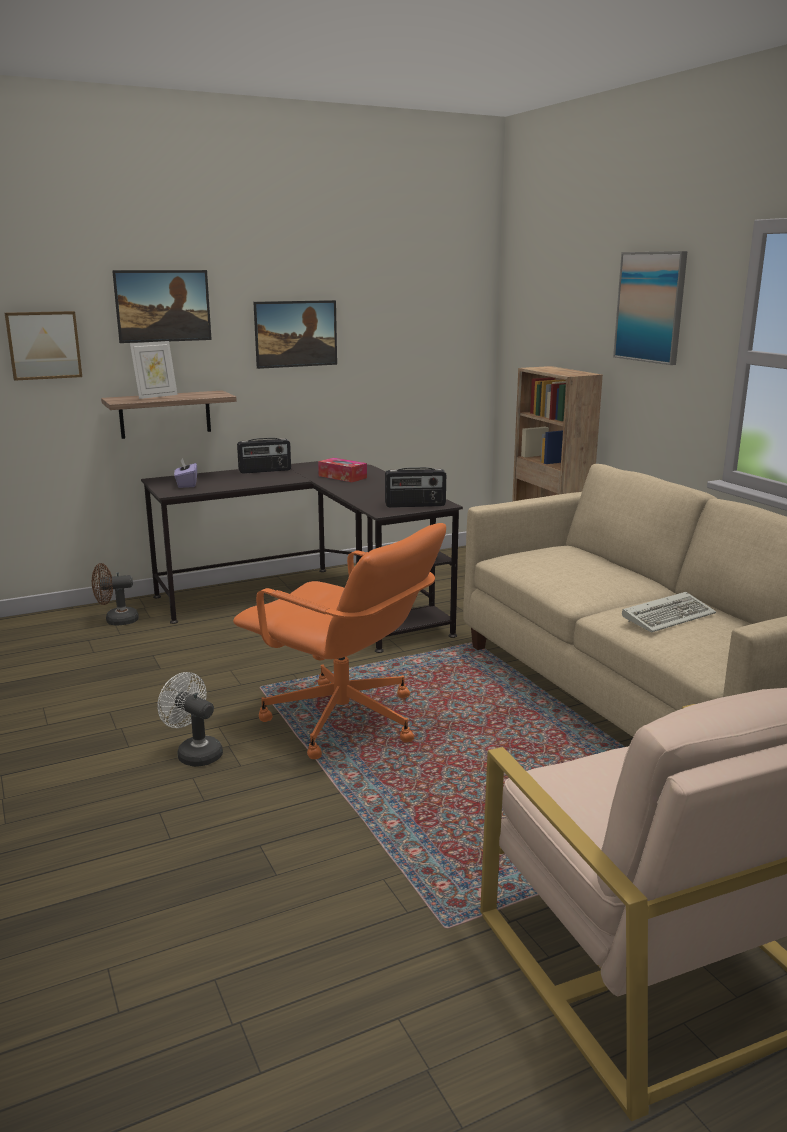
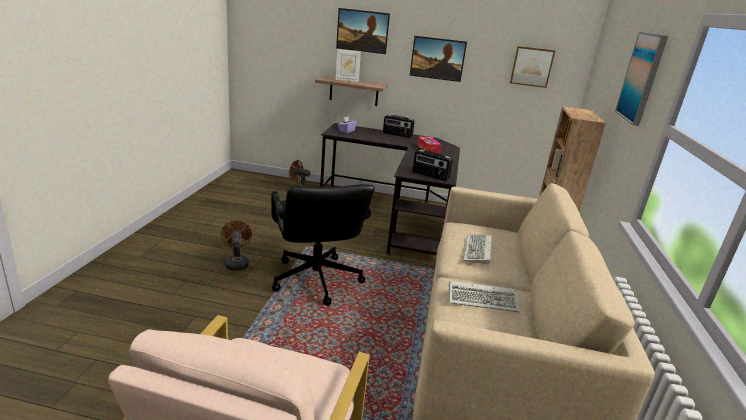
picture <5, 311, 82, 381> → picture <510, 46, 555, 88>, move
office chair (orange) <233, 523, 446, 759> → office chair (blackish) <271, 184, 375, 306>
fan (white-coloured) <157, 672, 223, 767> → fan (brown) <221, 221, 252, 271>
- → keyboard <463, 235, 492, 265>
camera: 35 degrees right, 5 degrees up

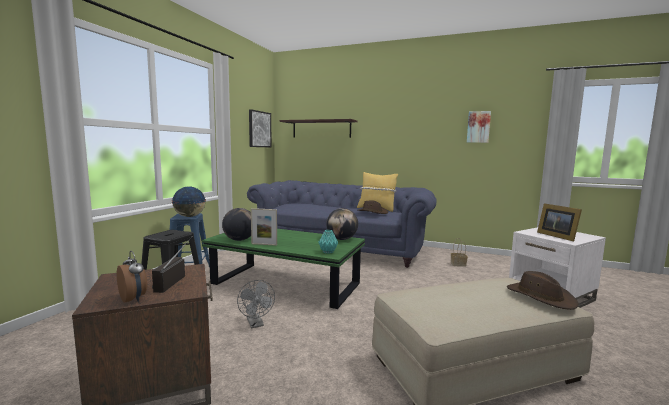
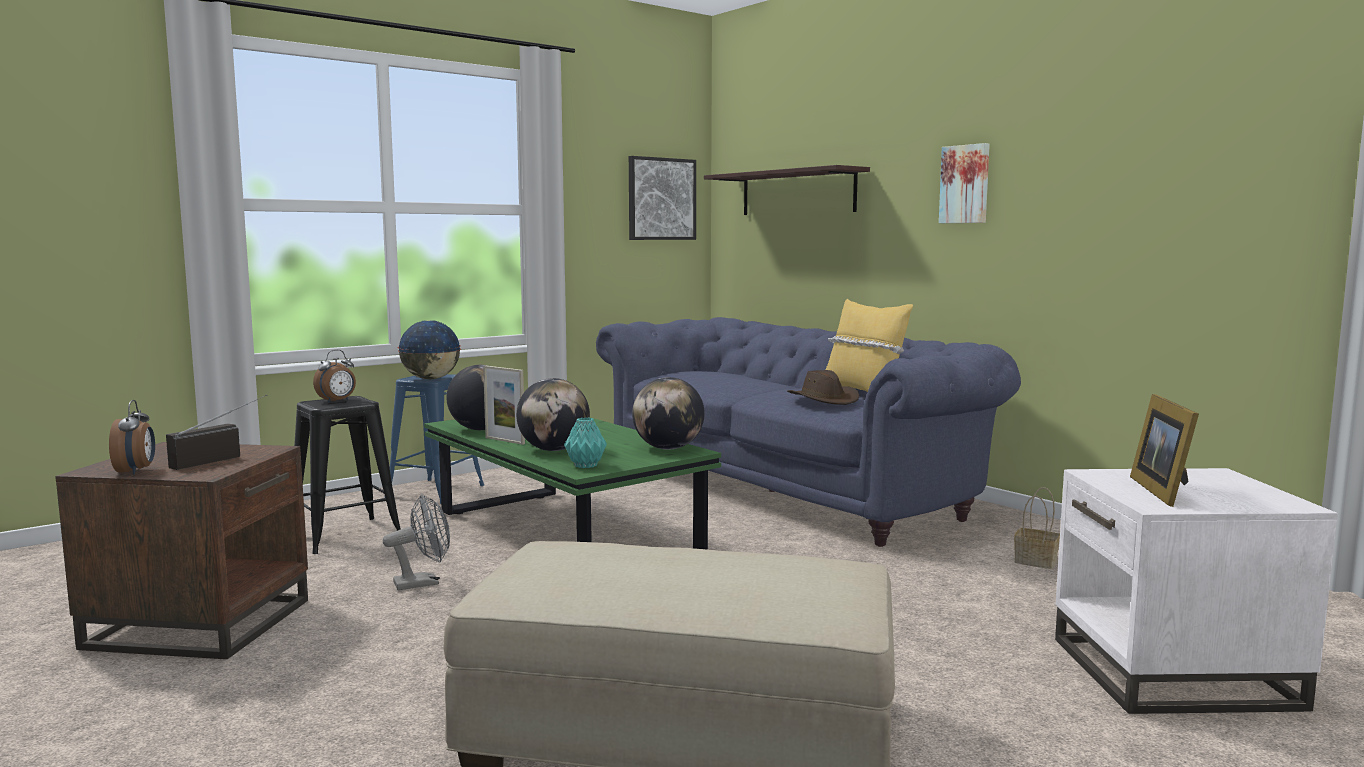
picture <467, 111, 491, 143> → picture <939, 143, 990, 223>, move
clothing hat (brown) <507, 271, 579, 310> → -
fan (gray) <237, 280, 275, 328> → fan (gray) <383, 494, 450, 590>, 120 degrees counterclockwise
- → alarm clock <313, 350, 356, 403>
- → world globe <516, 378, 590, 451>
camera: 30 degrees right, 0 degrees up

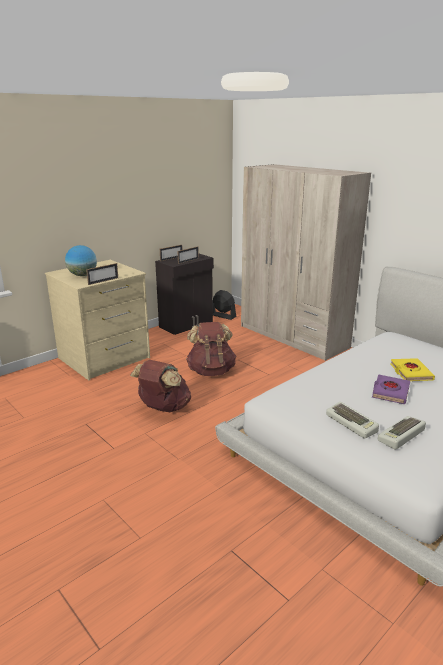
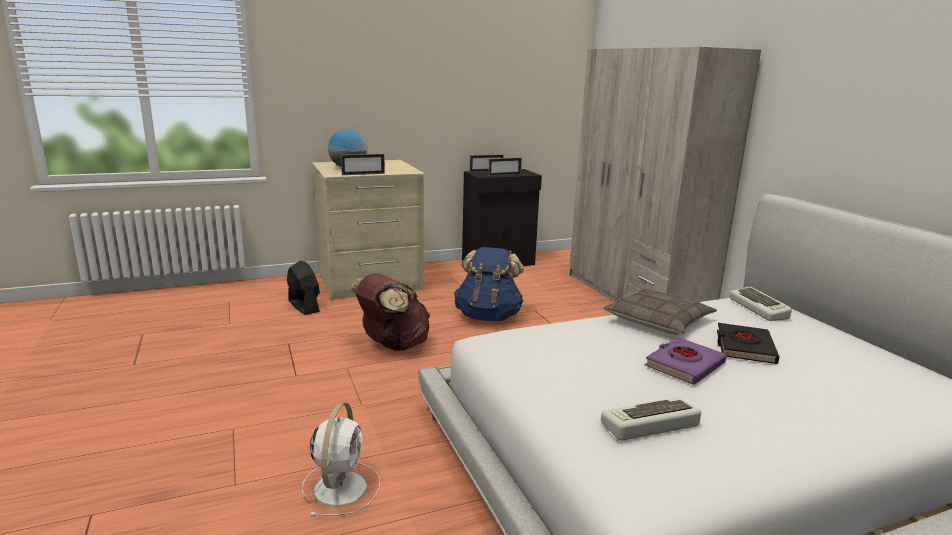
fan (blackish) <213, 290, 236, 320> → fan (blackish) <287, 261, 320, 315>, move
backpack (brown) <186, 322, 236, 376> → backpack (blue-coloured) <454, 247, 524, 321>
volume (yellow) <390, 358, 435, 381> → volume (blackish) <717, 323, 780, 364>
keyboard <326, 402, 379, 439> → keyboard <729, 287, 792, 321>, move
- → pillow <604, 289, 717, 335>
- → fan (white-coloured) <302, 402, 380, 517>
camera: 20 degrees right, 5 degrees down

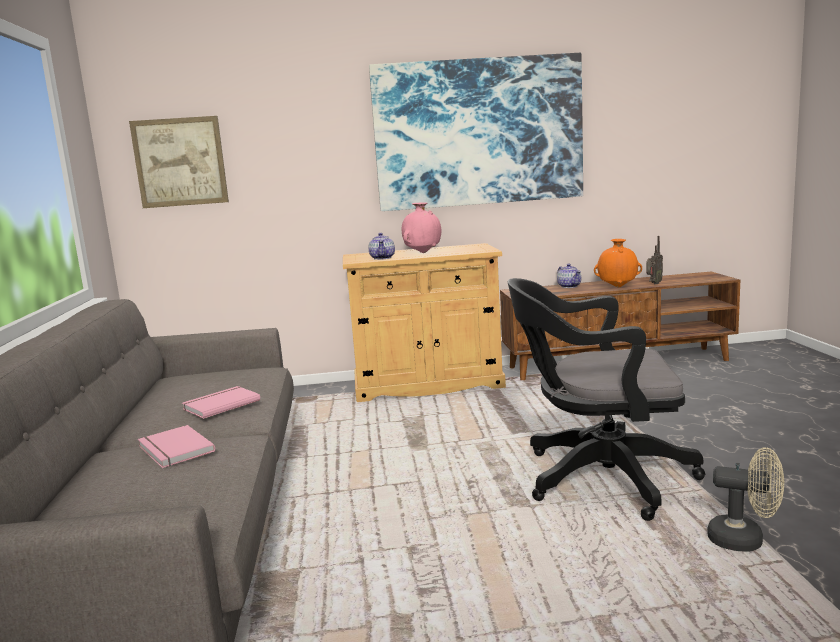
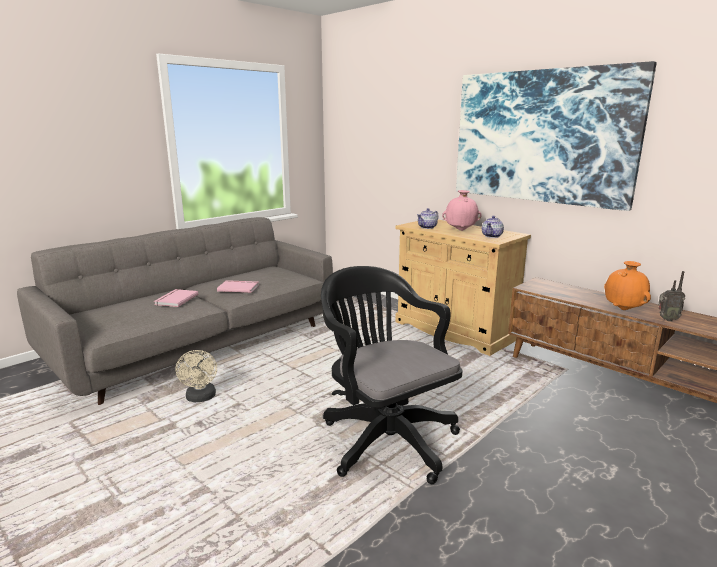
picture <129, 116, 229, 208> → -
tea pot <557, 264, 581, 288> → tea pot <482, 216, 504, 238>, move
fan (beige-coloured) <707, 447, 784, 551> → fan (beige-coloured) <176, 350, 217, 402>, move
camera: 50 degrees right, 5 degrees up

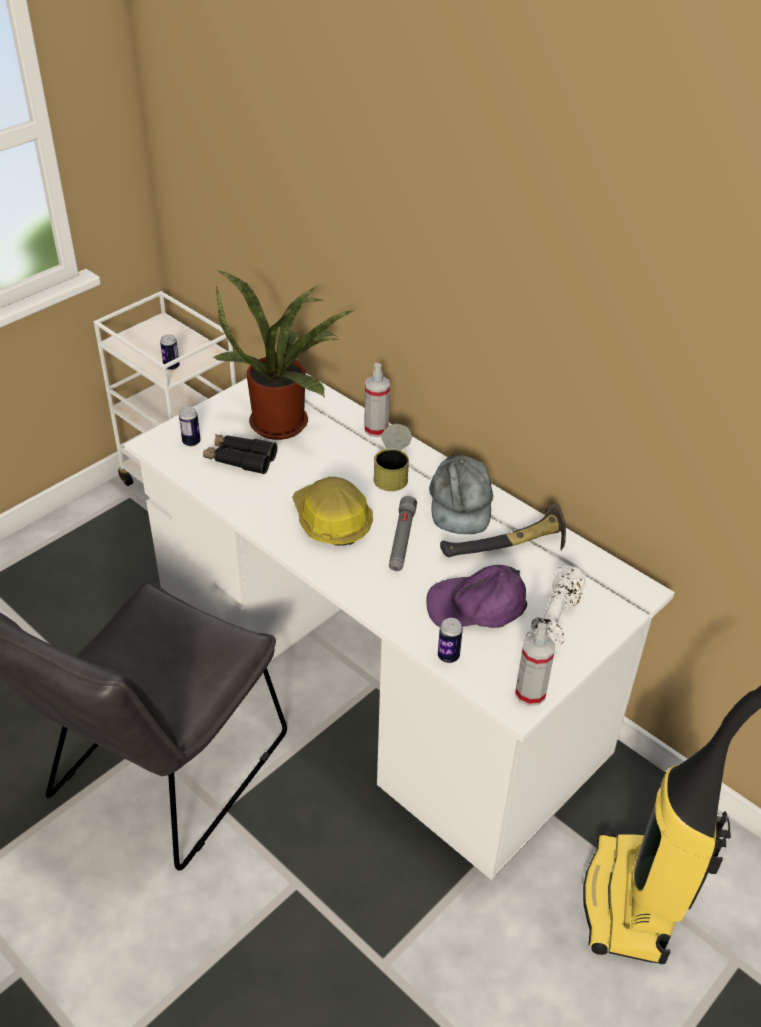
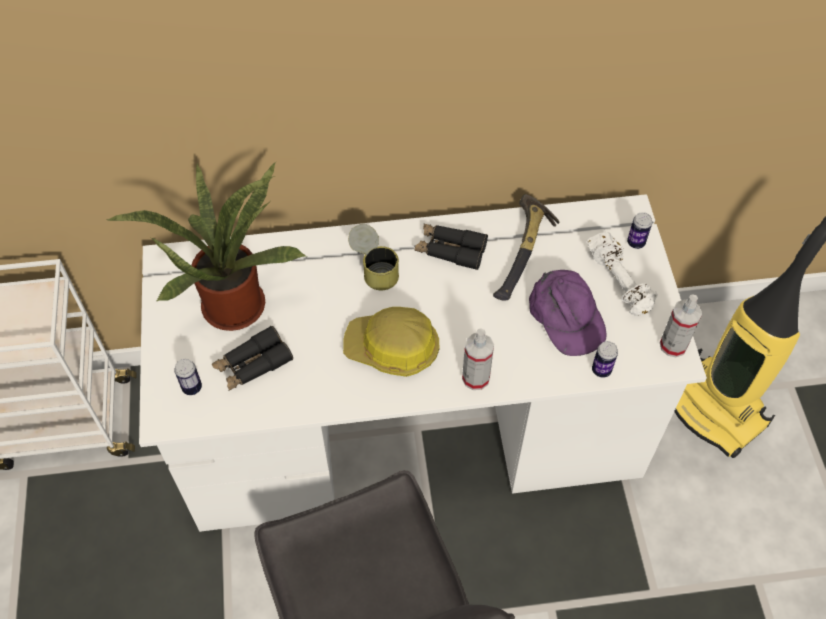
can <160, 334, 180, 370> → can <627, 212, 652, 249>, move
hand sprayer <364, 363, 390, 437> → hand sprayer <462, 329, 494, 390>, move
baseball cap (gray) <429, 454, 493, 534> → field glasses (blackish) <415, 223, 488, 270>
hand torch (gray) <389, 496, 417, 571> → -
baseball cap (purple) <426, 565, 527, 628> → baseball cap (purple) <529, 270, 607, 356>, 60 degrees counterclockwise
camera: 50 degrees left, 15 degrees up

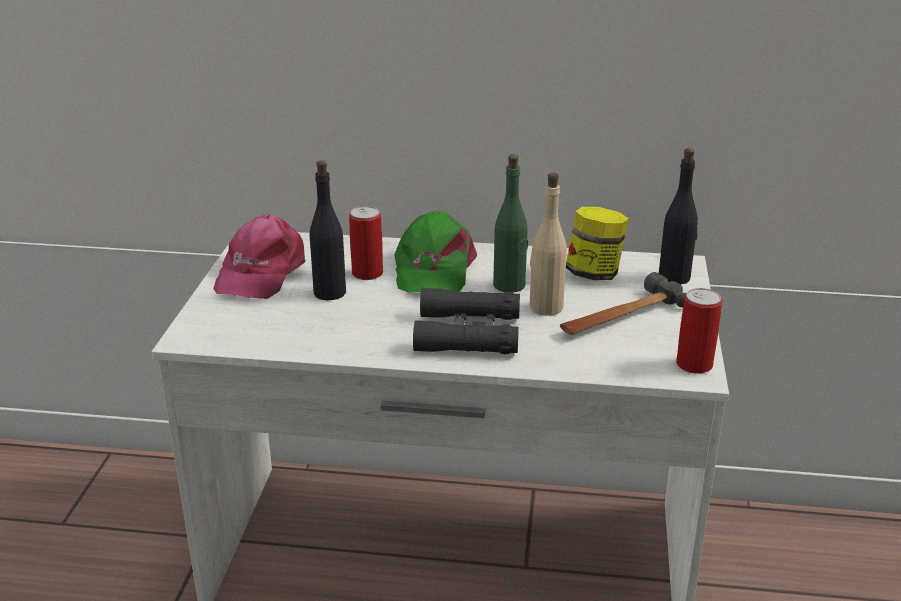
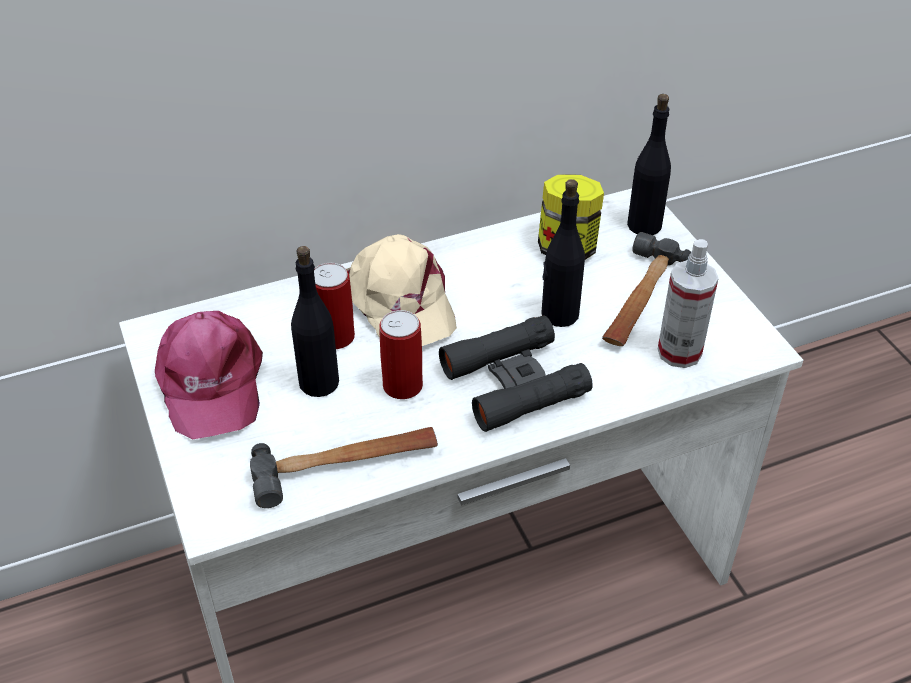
drink bottle (greenish) <493, 154, 528, 293> → -
drink bottle (beige-coloured) <530, 173, 567, 316> → drink bottle (blackish) <541, 179, 585, 327>
baseball cap (greenish) <394, 211, 477, 293> → baseball cap (beige-coloured) <346, 234, 457, 346>
can <676, 288, 722, 374> → can <379, 310, 423, 399>, move
- → hand sprayer <658, 239, 719, 368>
- → hand hammer <250, 427, 438, 508>
camera: 30 degrees left, 15 degrees up

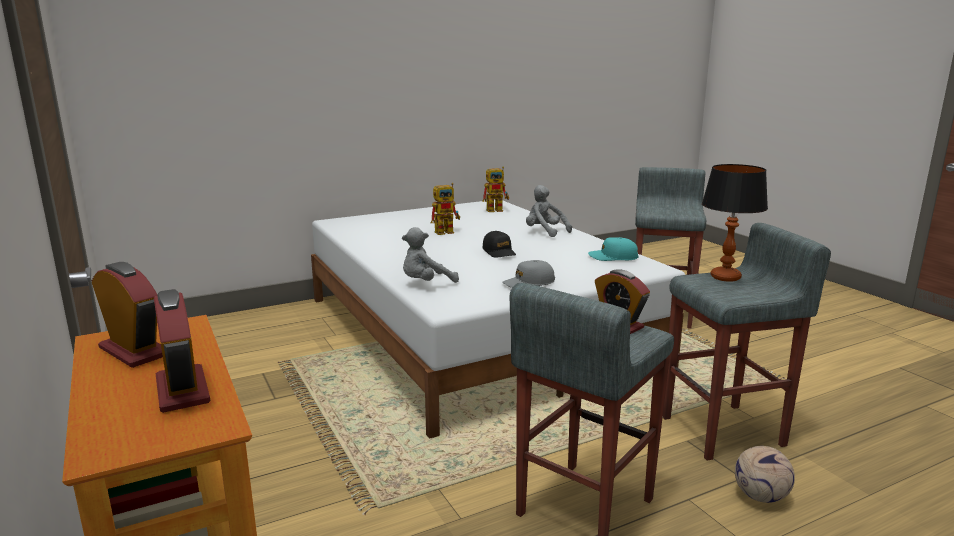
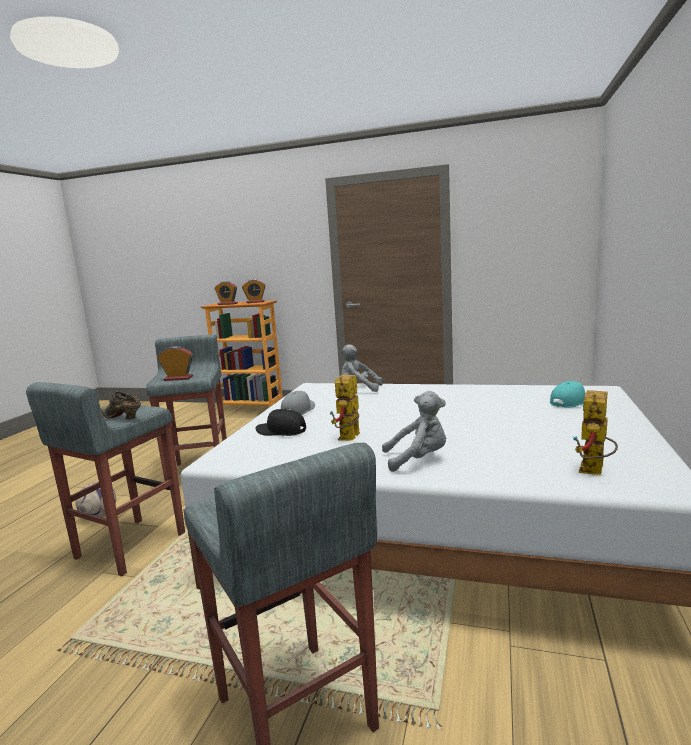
tabletop lamp <702, 164, 768, 282> → item of footwear (brown) <101, 391, 141, 420>
model robot <431, 183, 460, 235> → model robot <330, 375, 360, 441>, move
plush toy (gray) <402, 227, 459, 283> → plush toy (gray) <340, 344, 383, 392>, 90 degrees counterclockwise
baseball cap (blackish) <482, 231, 516, 257> → baseball cap (blackish) <255, 409, 306, 436>, move
baseball cap (turquoise) <588, 237, 639, 261> → baseball cap (turquoise) <550, 381, 586, 408>, move
camera: 135 degrees right, 5 degrees down

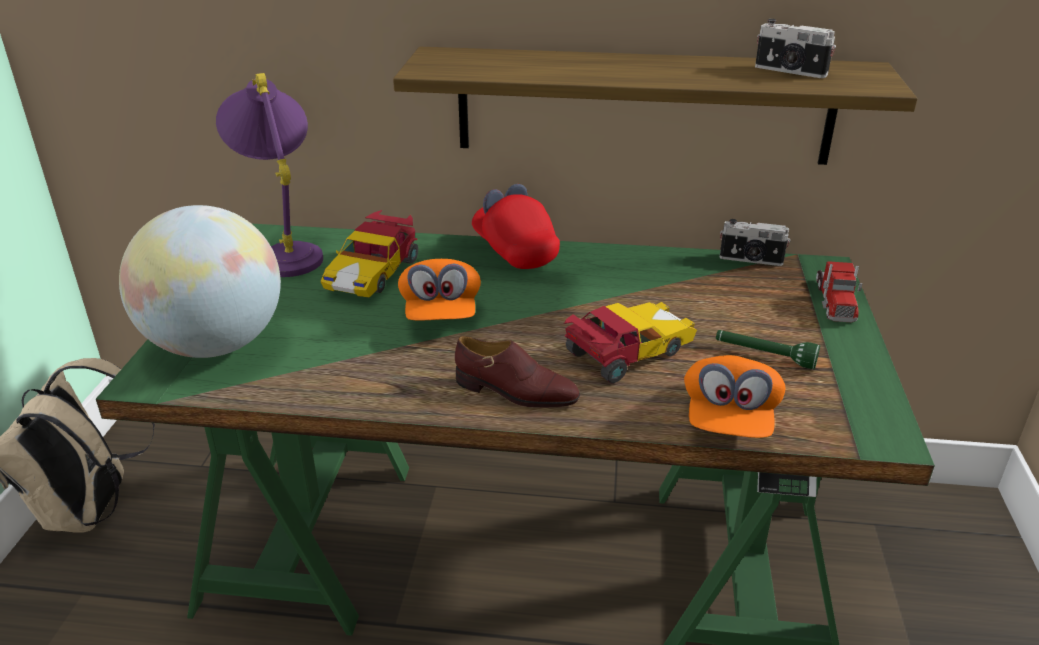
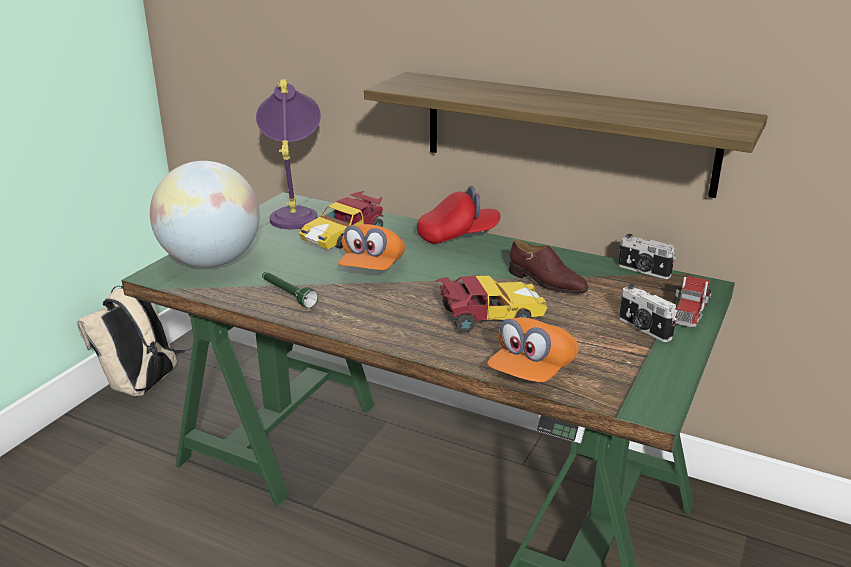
photo camera <755, 19, 836, 78> → photo camera <619, 284, 677, 342>, move
baseball cap (reddish) <472, 184, 560, 269> → baseball cap (reddish) <417, 186, 501, 244>, 90 degrees clockwise
hand torch (greenish) <716, 330, 820, 369> → hand torch (greenish) <262, 272, 318, 308>, move
item of footwear (brown) <455, 336, 580, 408> → item of footwear (brown) <509, 239, 588, 294>, move
camera: 20 degrees right, 5 degrees down

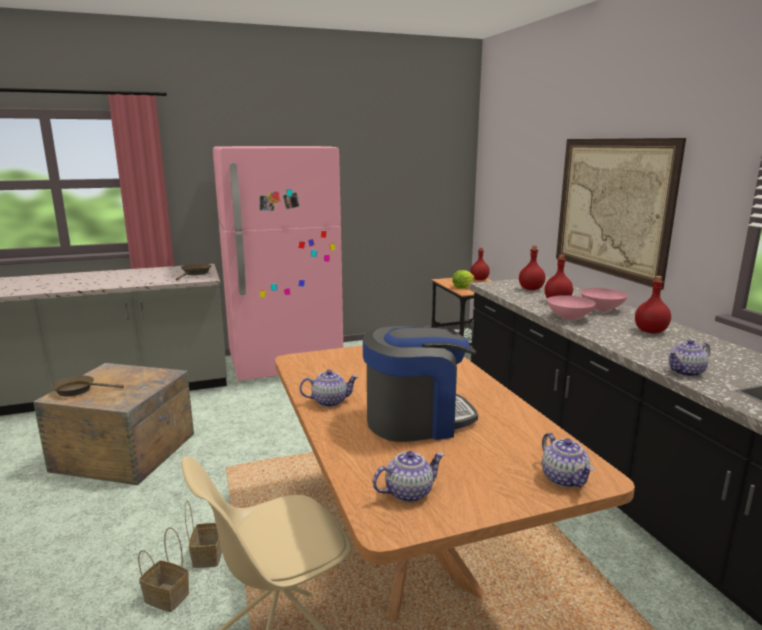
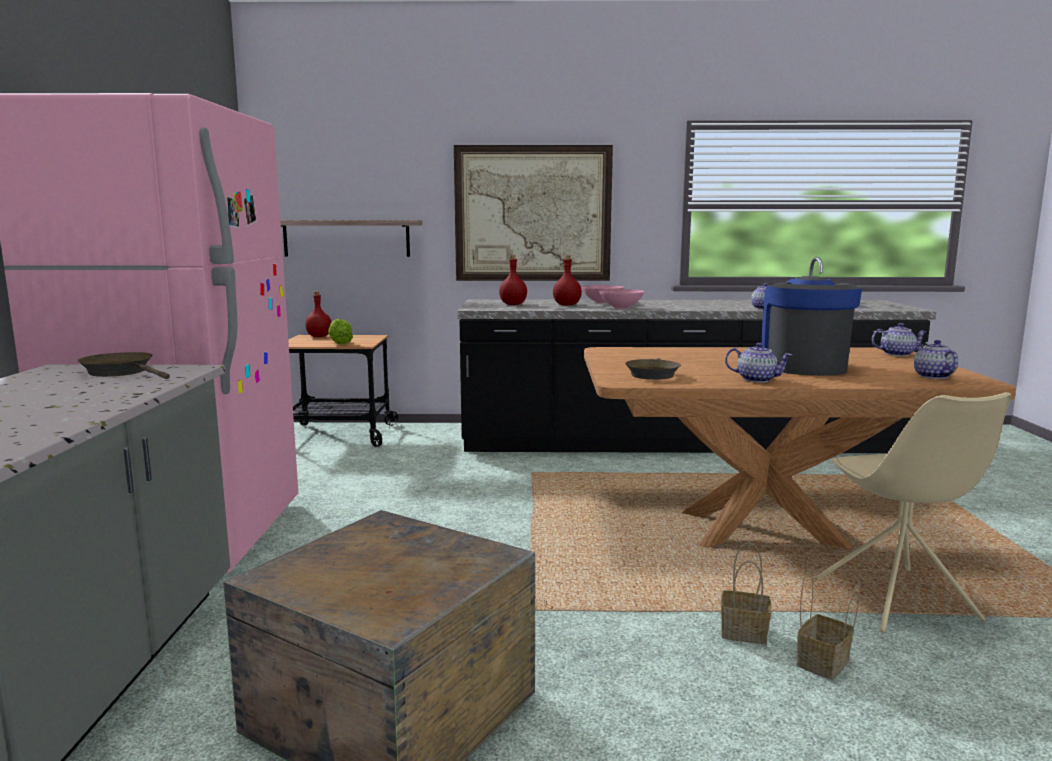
drink bottle (reddish) <635, 276, 671, 333> → -
tea pot <299, 370, 358, 407> → tea pot <725, 343, 792, 383>, 105 degrees clockwise
frying pan (brown) <51, 375, 124, 396> → frying pan (brown) <625, 358, 681, 380>, move
- → wall shelf <280, 220, 422, 257>
camera: 70 degrees left, 5 degrees down

